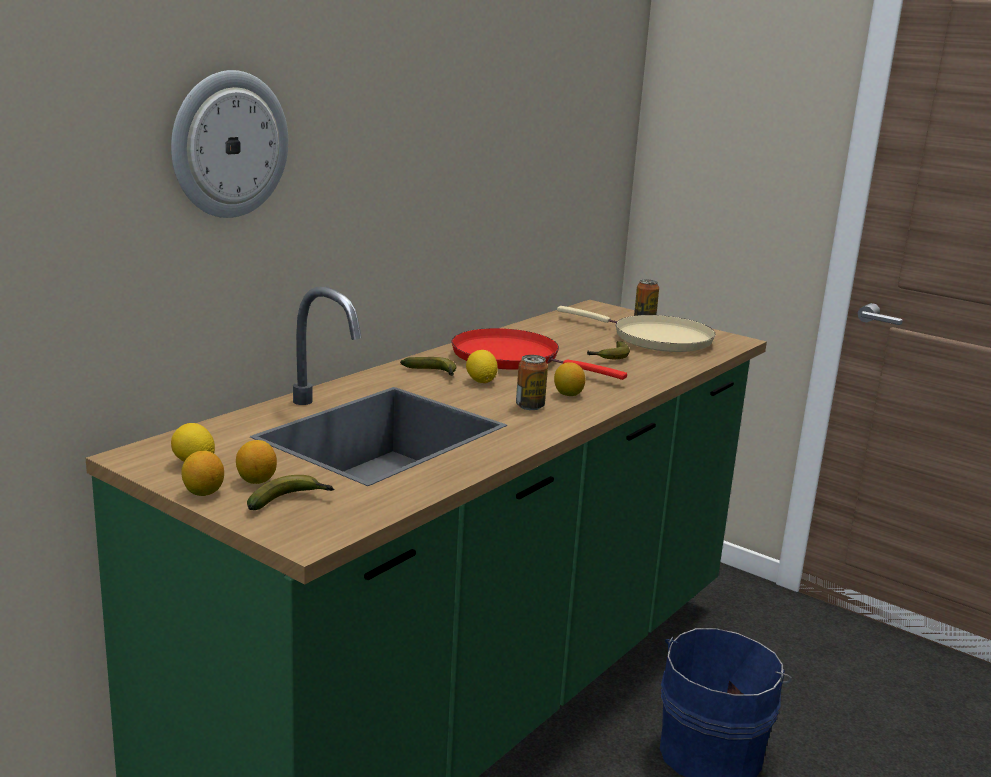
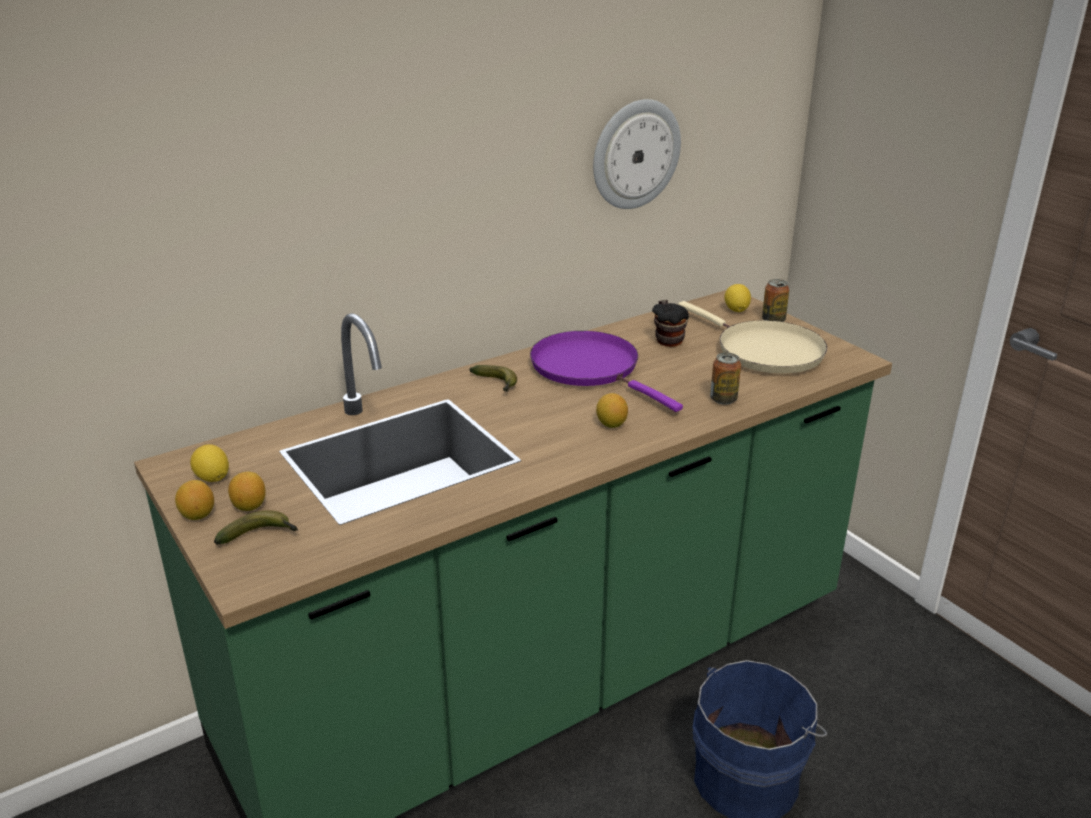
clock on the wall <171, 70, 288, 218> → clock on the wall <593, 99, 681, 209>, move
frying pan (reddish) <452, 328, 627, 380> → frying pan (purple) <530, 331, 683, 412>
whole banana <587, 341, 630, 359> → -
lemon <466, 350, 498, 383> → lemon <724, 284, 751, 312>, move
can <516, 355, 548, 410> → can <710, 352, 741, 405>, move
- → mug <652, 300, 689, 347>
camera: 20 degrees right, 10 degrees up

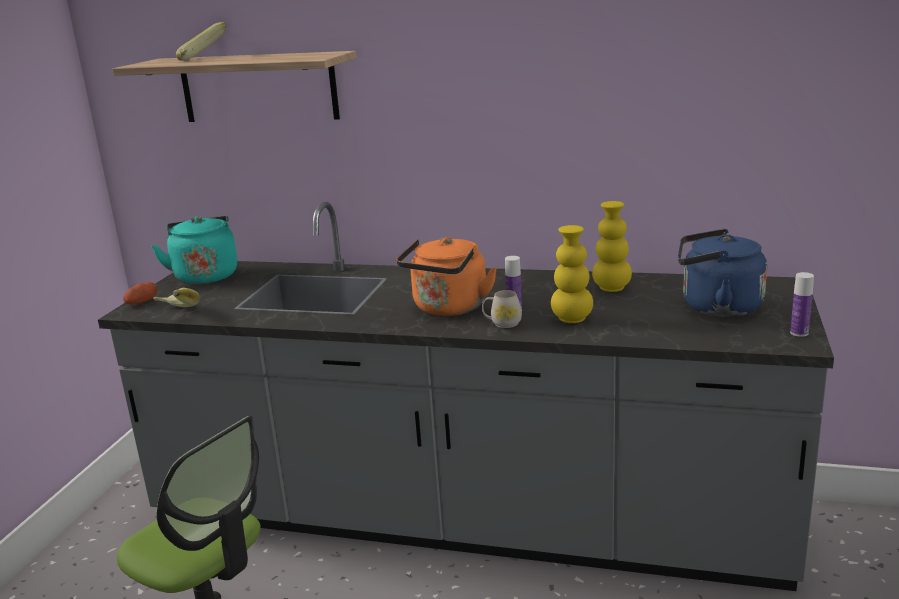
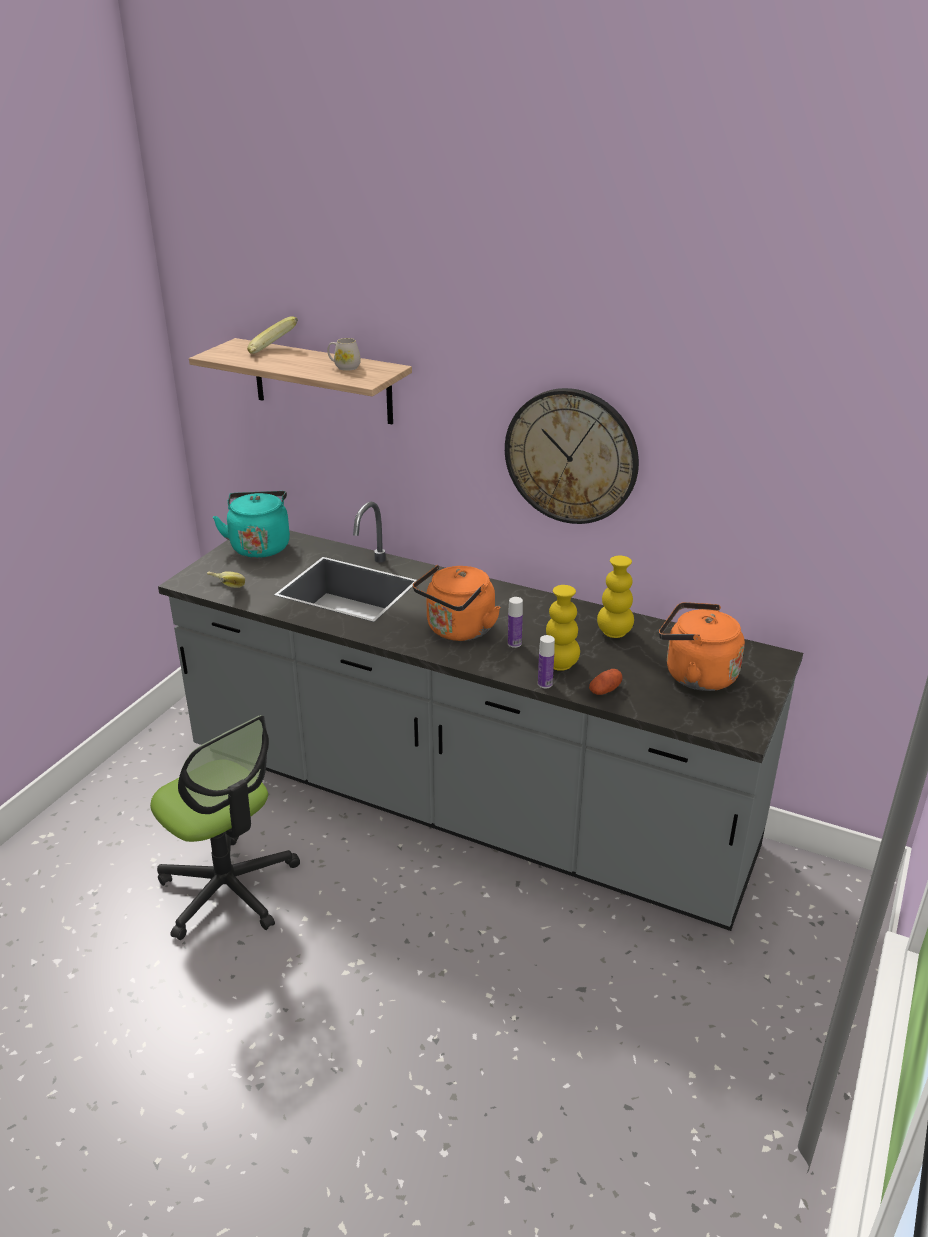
tea kettle (blue-coloured) <678, 229, 767, 317> → tea kettle (orange) <659, 602, 745, 691>
drink bottle <790, 272, 814, 337> → drink bottle <538, 635, 555, 688>, move
whole potato <123, 282, 157, 305> → whole potato <589, 669, 623, 695>, move
mug (white-coloured) <482, 290, 522, 328> → mug (white-coloured) <327, 338, 361, 371>, move
- → clock on the wall <505, 388, 639, 524>
camera: 10 degrees right, 10 degrees up

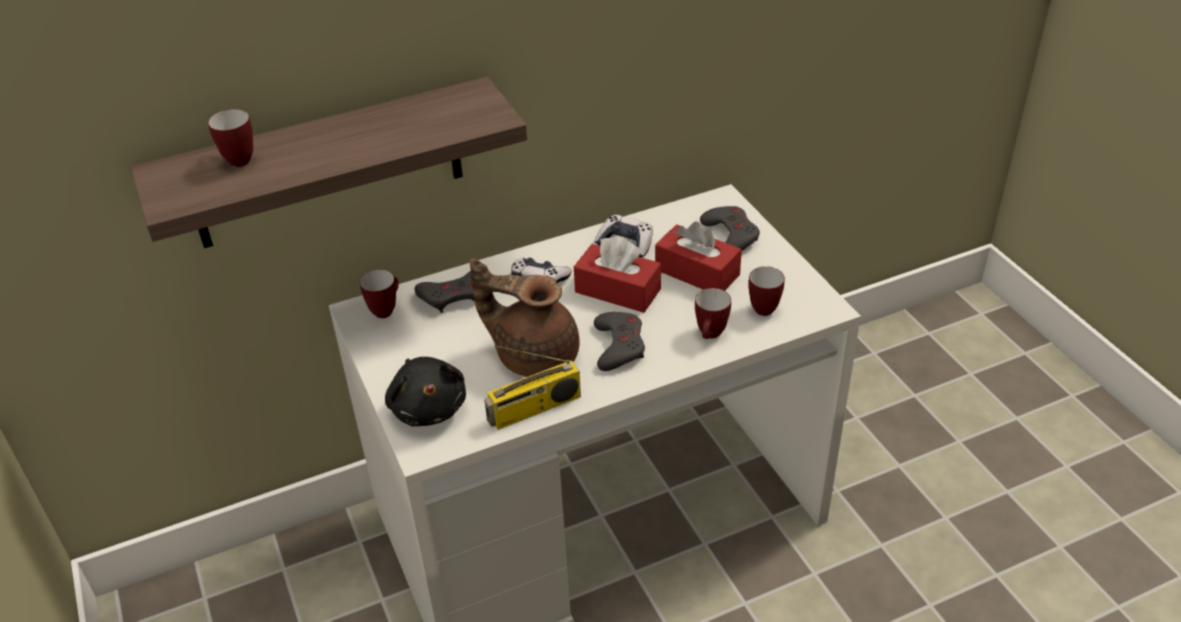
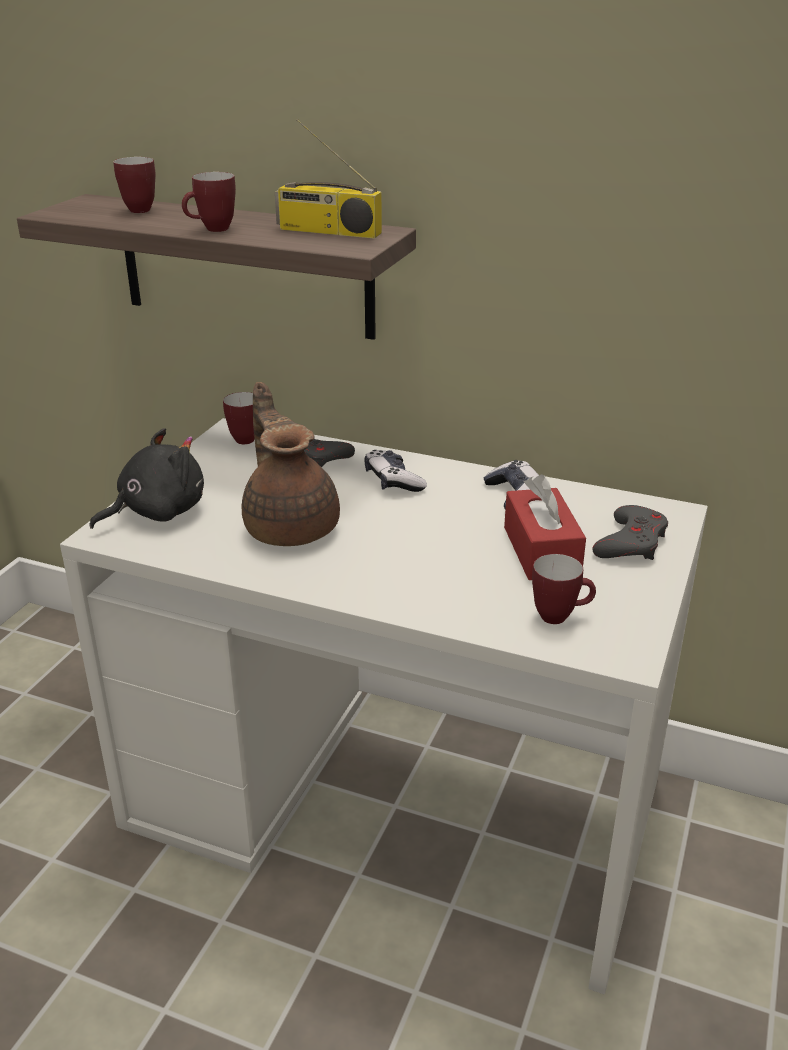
tissue box (reddish) <574, 236, 661, 313> → -
mug <695, 288, 731, 339> → mug <182, 172, 236, 232>, move
game controller (gray) <594, 312, 645, 371> → -
radio set <484, 346, 581, 430> → radio set <275, 119, 382, 238>, move
plush toy (blackish) <385, 357, 466, 426> → plush toy (blackish) <89, 428, 204, 529>, 150 degrees counterclockwise
camera: 45 degrees right, 10 degrees down

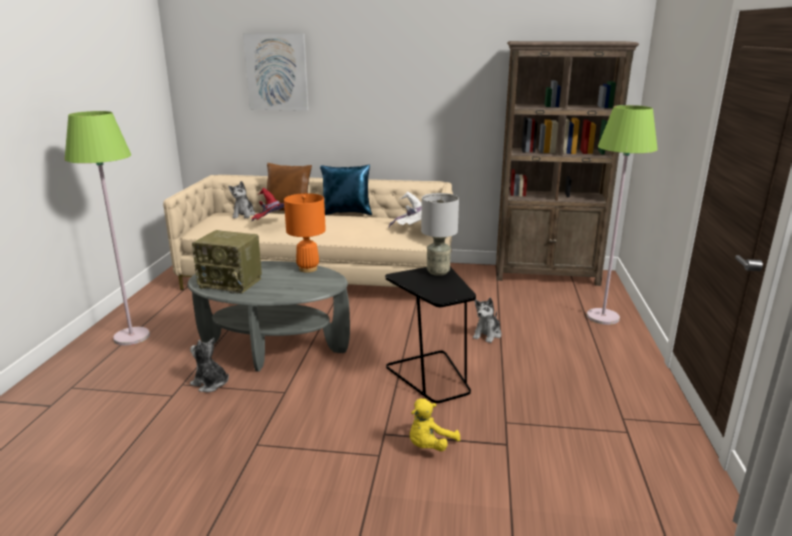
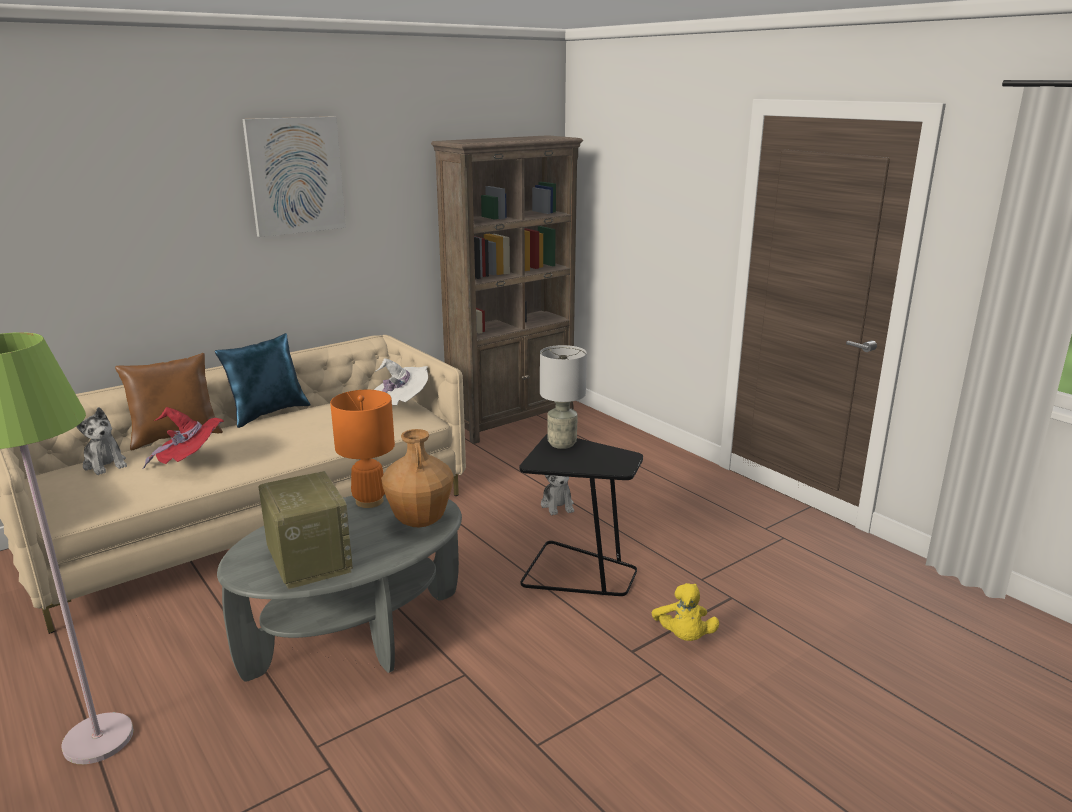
picture <243, 33, 309, 111> → picture <242, 116, 346, 237>, move
standard lamp (greenish) <587, 105, 658, 325> → -
radio set <192, 230, 262, 294> → radio set <258, 471, 353, 589>, 90 degrees counterclockwise
plush toy <190, 338, 229, 392> → -
- → flower vase (brown) <381, 429, 454, 527>
camera: 45 degrees left, 0 degrees up

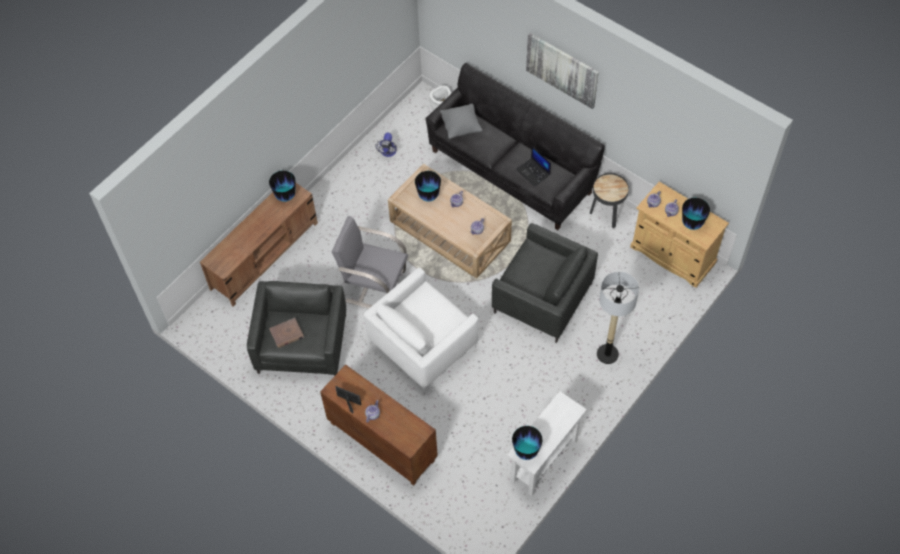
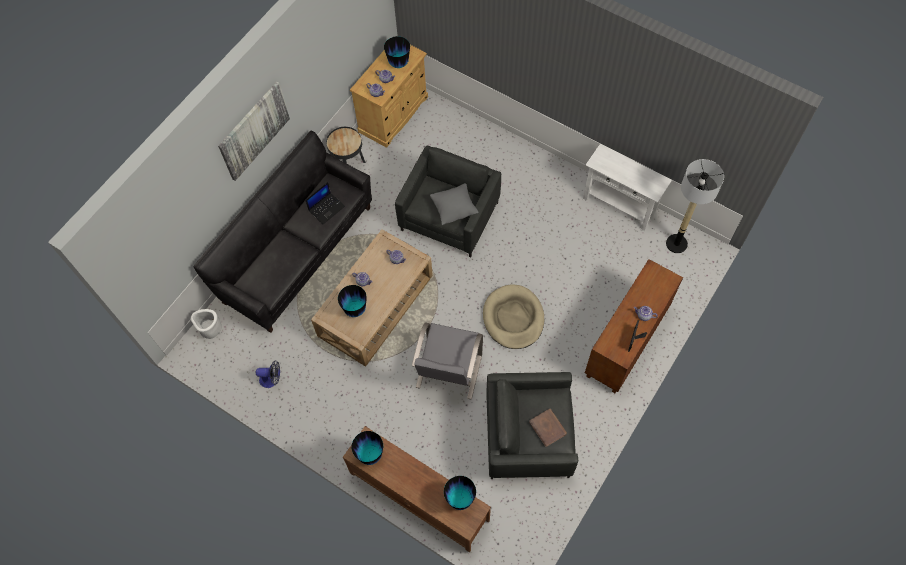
pillow (gray) <440, 104, 482, 139> → pillow (gray) <430, 183, 479, 225>, move
easy chair (white-coloured) <364, 268, 479, 392> → dog bed (beige-coloured) <483, 284, 544, 349>
standard lamp <597, 272, 639, 364> → standard lamp <666, 159, 724, 253>, move
flower vase <512, 426, 543, 460> → flower vase <444, 476, 476, 510>, move
camera: 95 degrees left, 5 degrees up

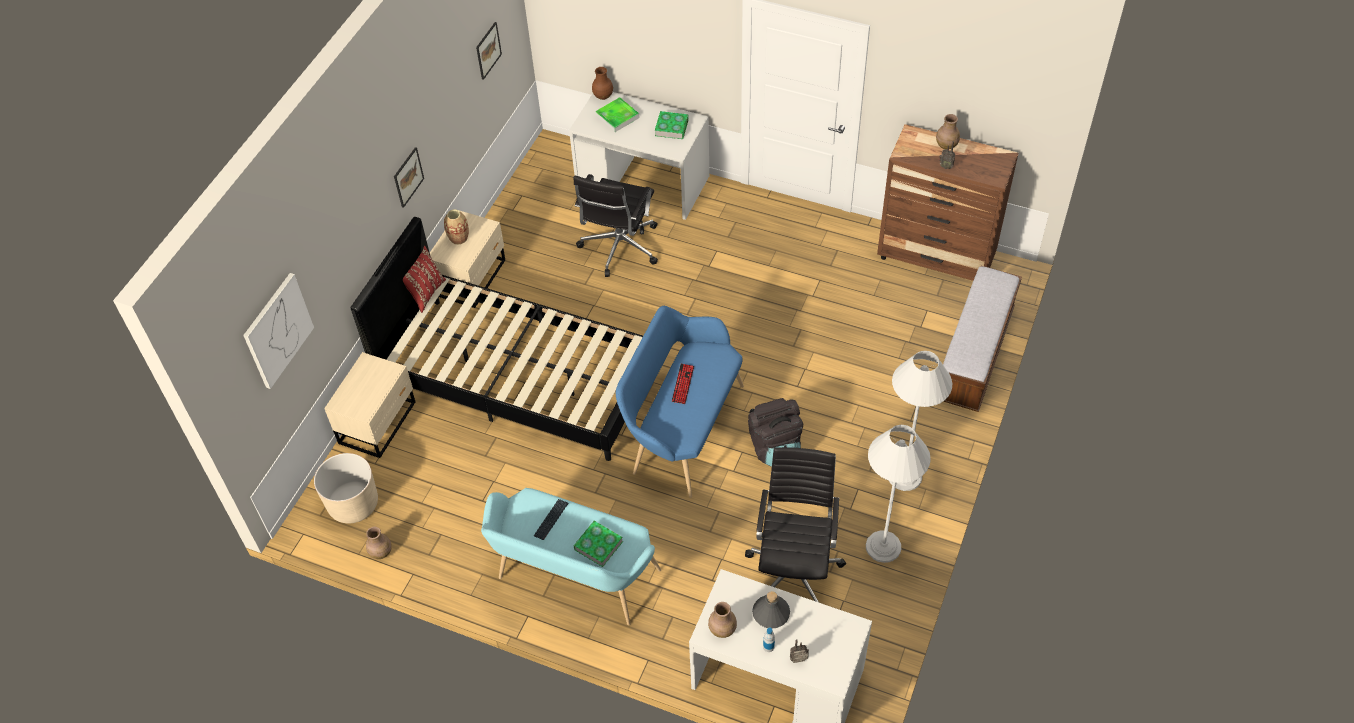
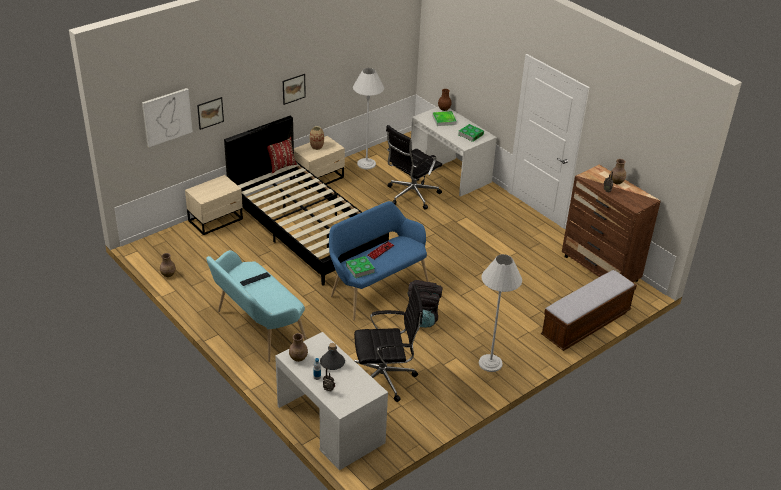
picture <476, 22, 502, 80> → picture <197, 97, 224, 130>, move
standard lamp (white-coloured) <866, 425, 931, 563> → standard lamp (white-coloured) <353, 68, 384, 169>, move
office chair (blackish) <745, 447, 846, 602> → office chair (blackish) <354, 285, 423, 402>, 45 degrees clockwise
plant pot (beige-coloured) <314, 453, 378, 523> → -
volume <573, 521, 623, 567> → volume <346, 256, 375, 278>, move
camera: 25 degrees right, 15 degrees down

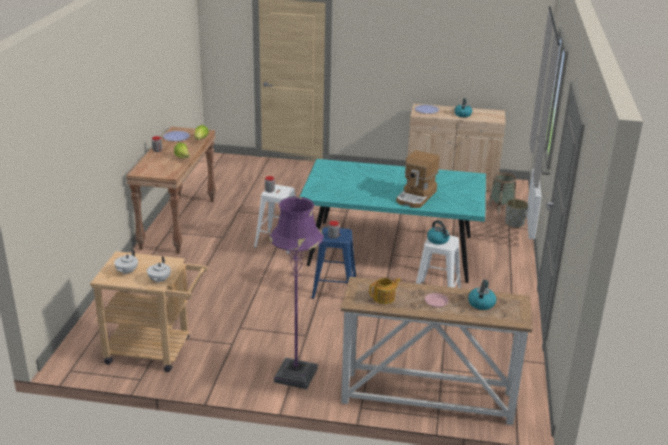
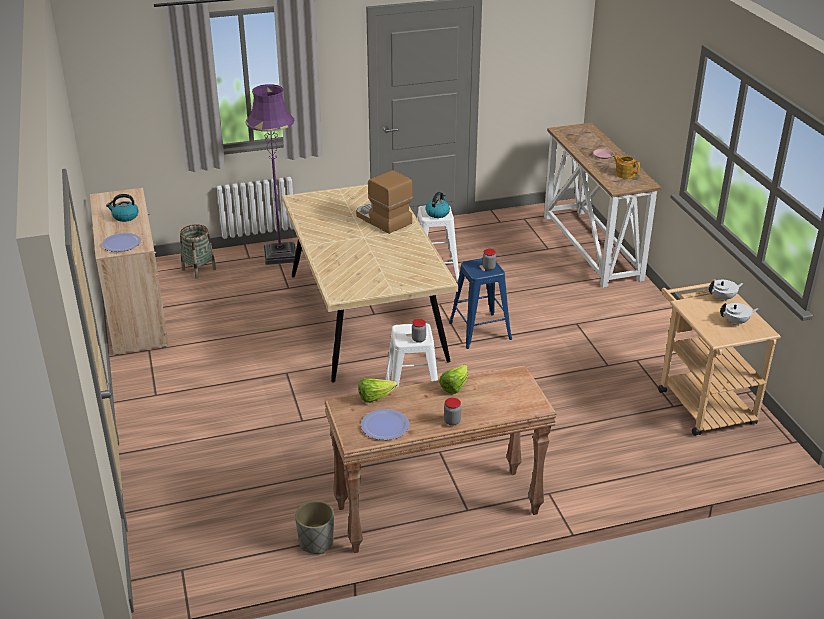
coffee brewer <396, 150, 440, 208> → coffee brewer <356, 170, 413, 234>, 135 degrees counterclockwise
dining table (turquoise) <300, 159, 486, 283> → dining table (beige-coloured) <282, 184, 458, 383>
standard lamp (purple) <269, 197, 324, 389> → standard lamp (purple) <246, 84, 296, 265>, move
plant pot (gray) <505, 199, 528, 228> → plant pot (gray) <295, 501, 334, 554>, move
tea kettle <468, 280, 496, 310> → -
camera: 115 degrees left, 5 degrees up

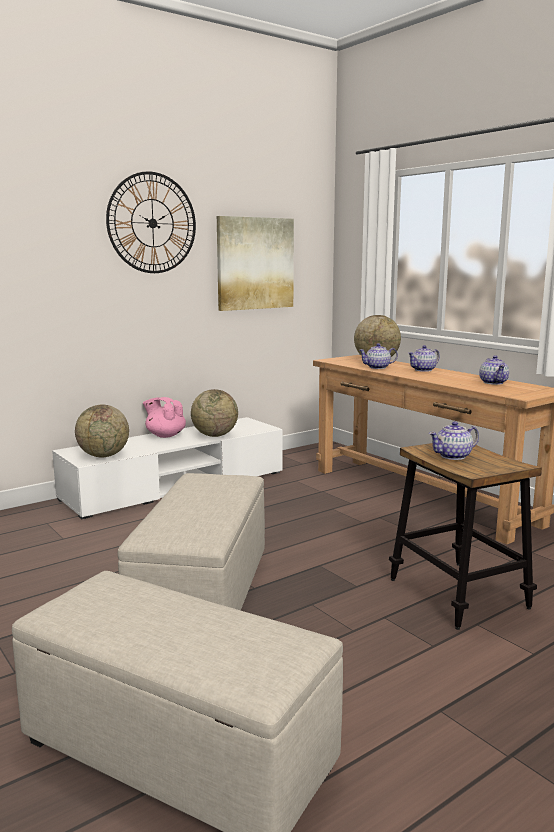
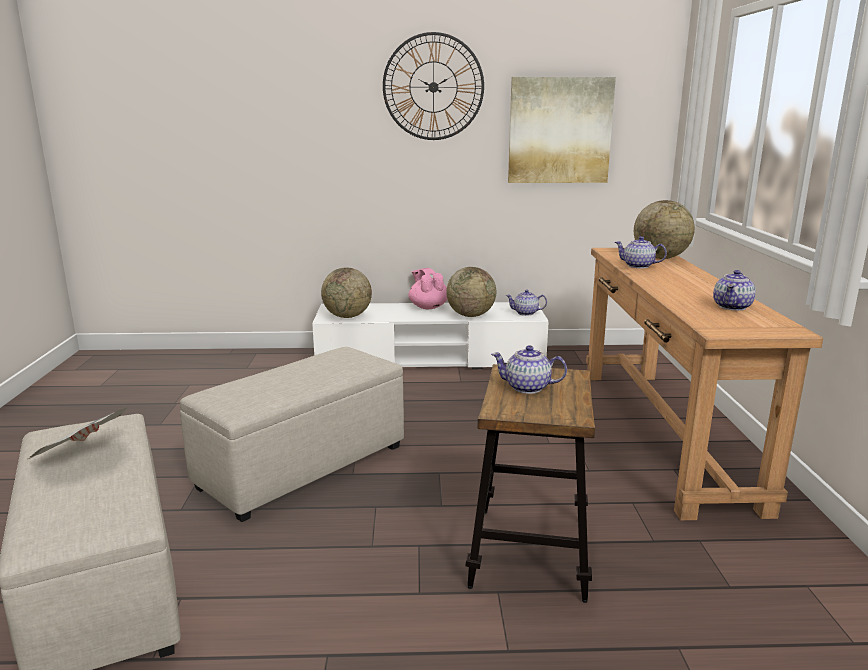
tea pot <408, 345, 440, 372> → tea pot <506, 290, 547, 316>, move
- → printed paper <28, 407, 129, 459>
camera: 35 degrees right, 5 degrees up

